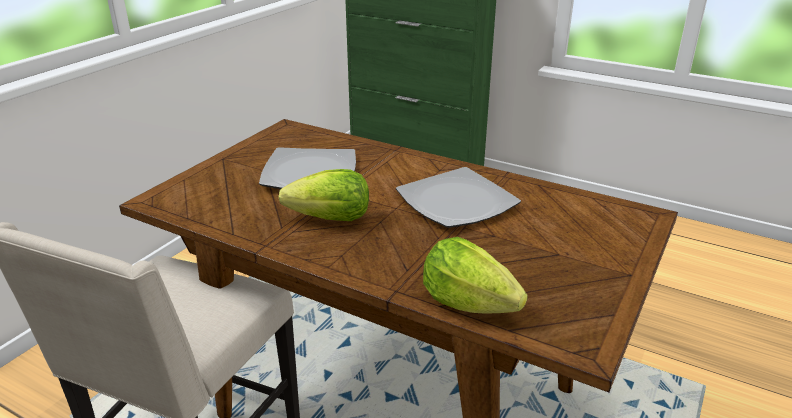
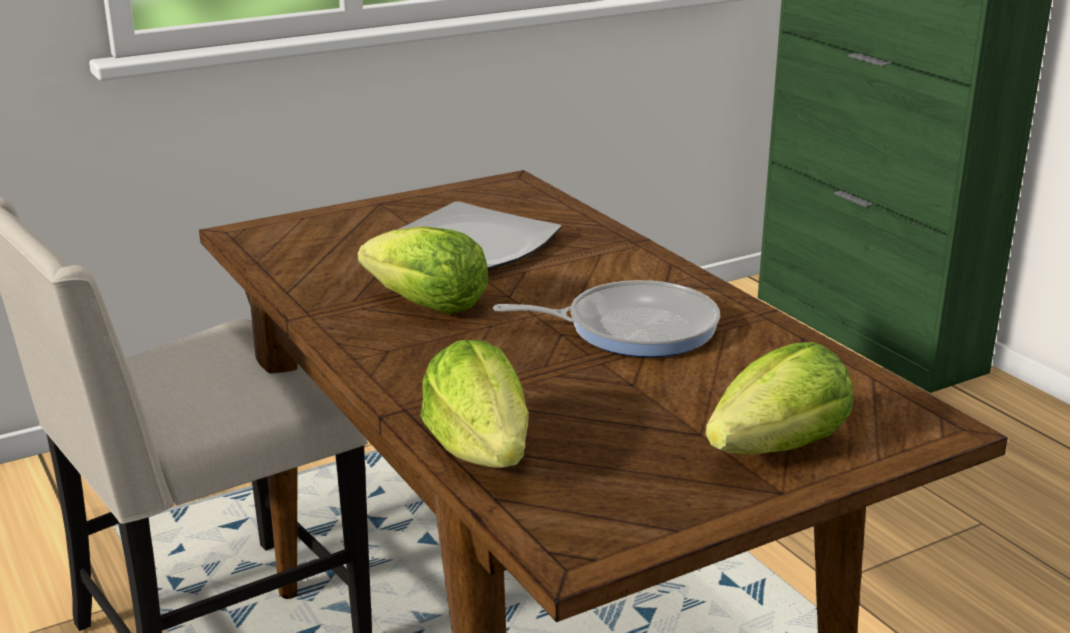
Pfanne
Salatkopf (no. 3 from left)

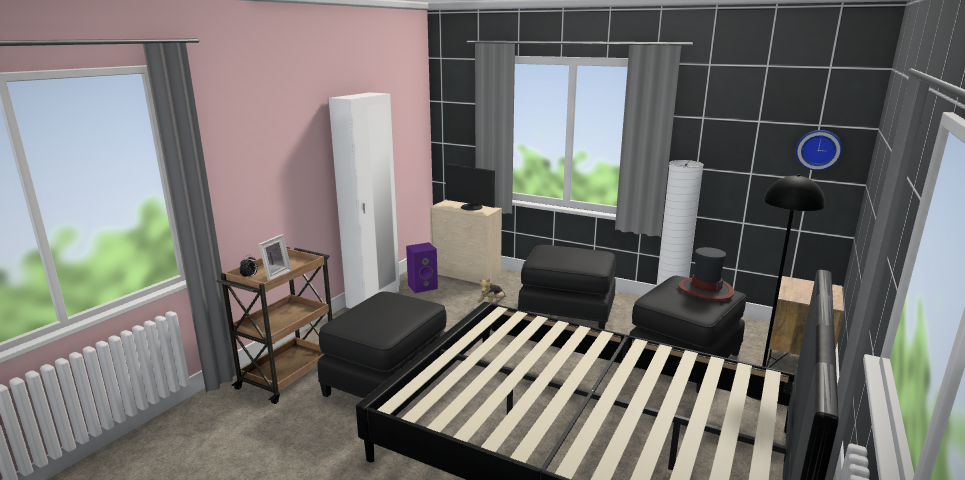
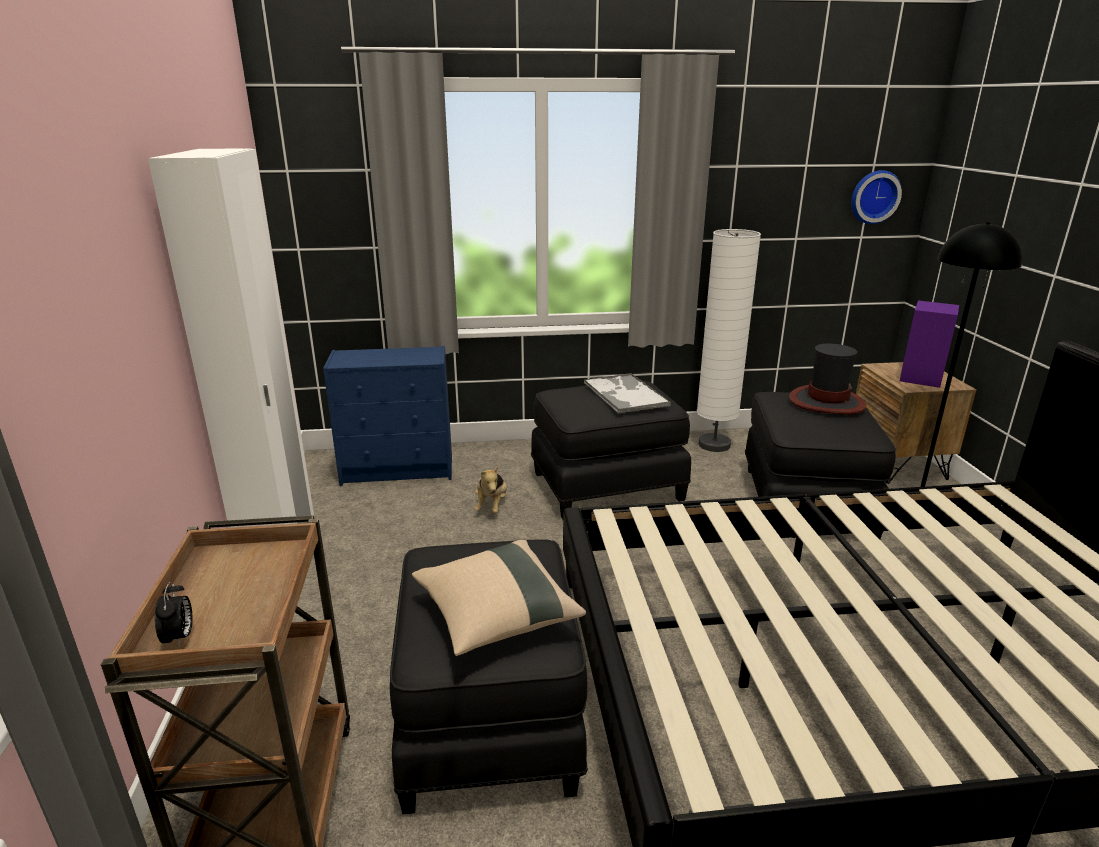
Kommode (blau)
Kissen (beige)
Tablett
Lautsprecher (lila)
Bilderrahmen
Monitor

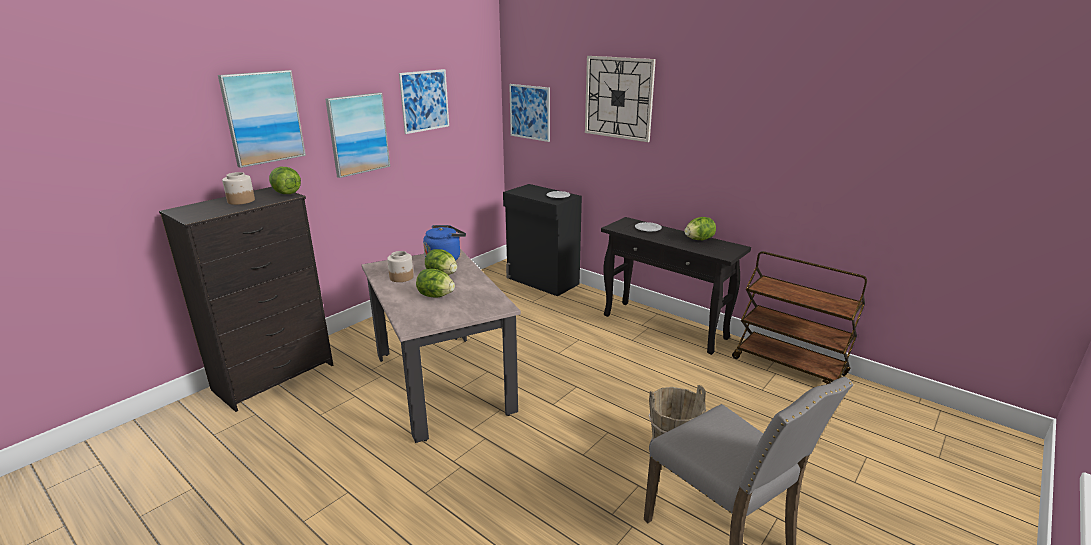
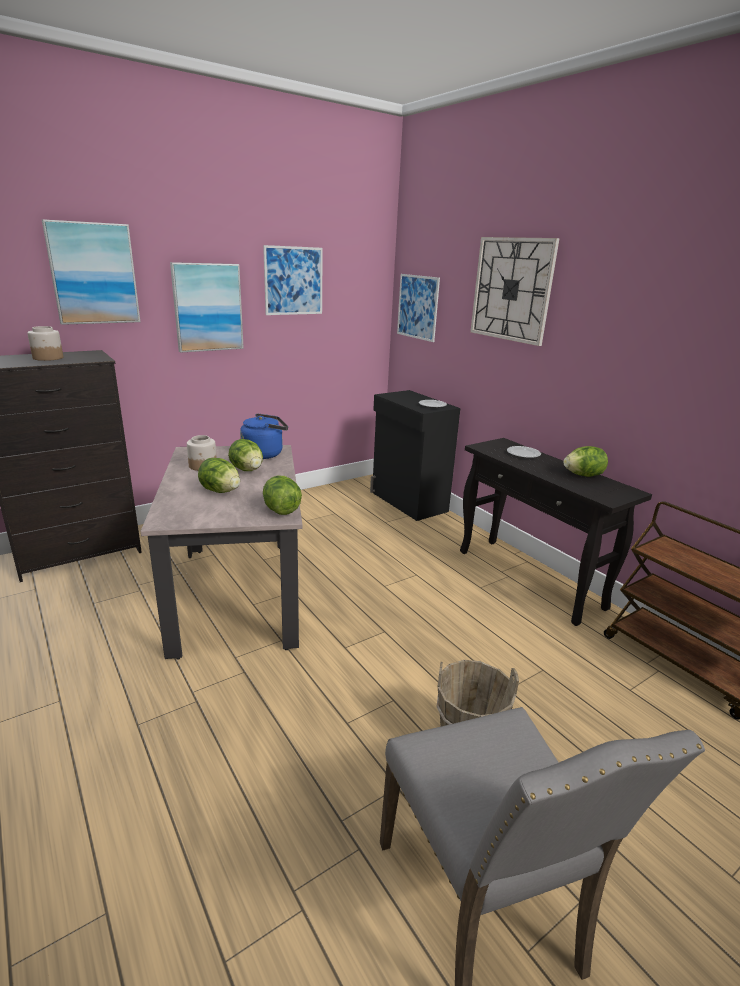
Salatkopf (no. 3 from left)

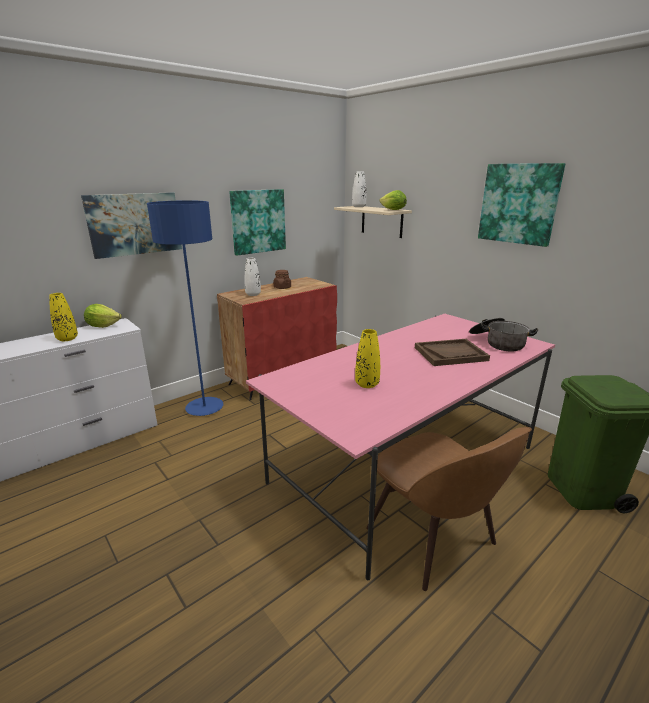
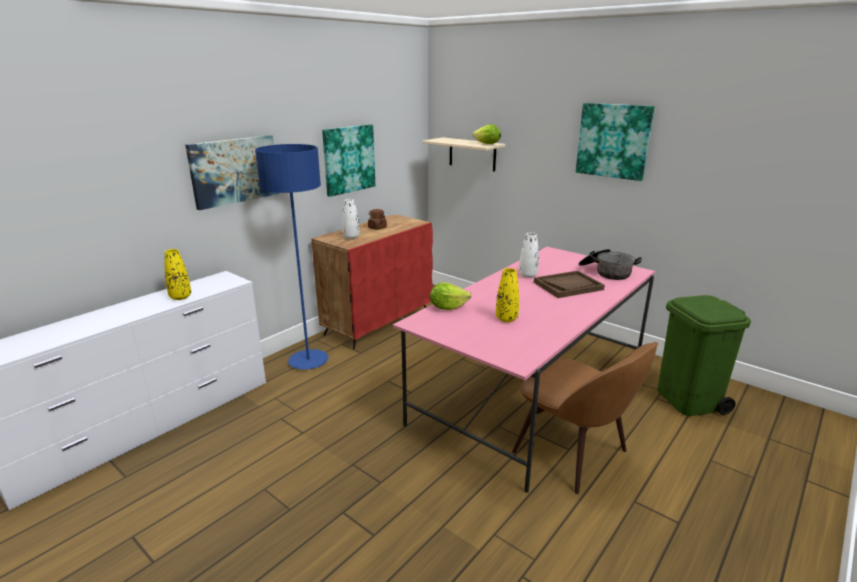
Salatkopf (no. 1 from left)
Vase (weiß) (no. 2 from left)

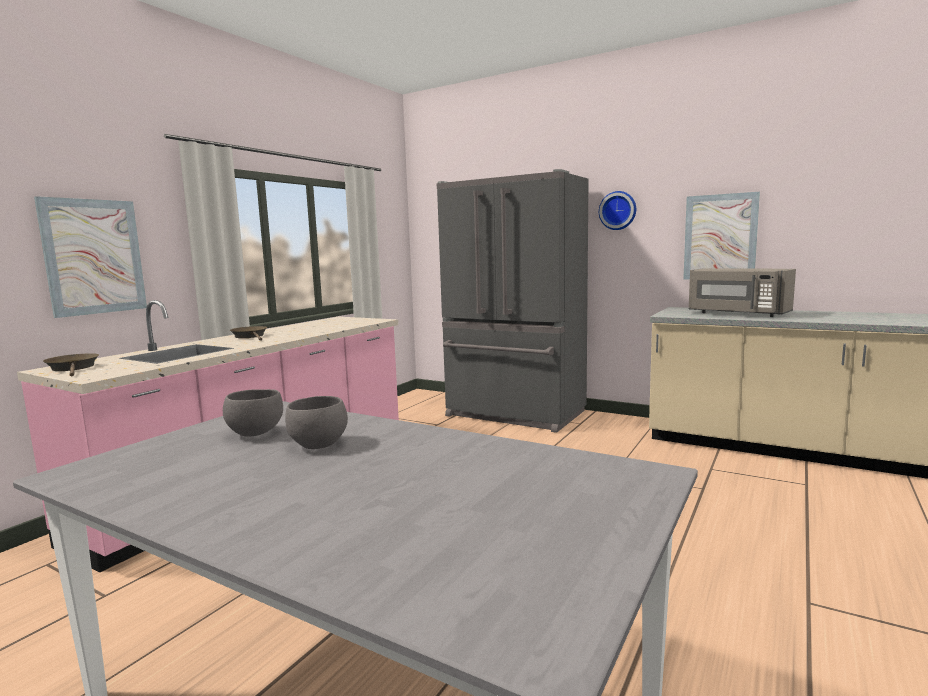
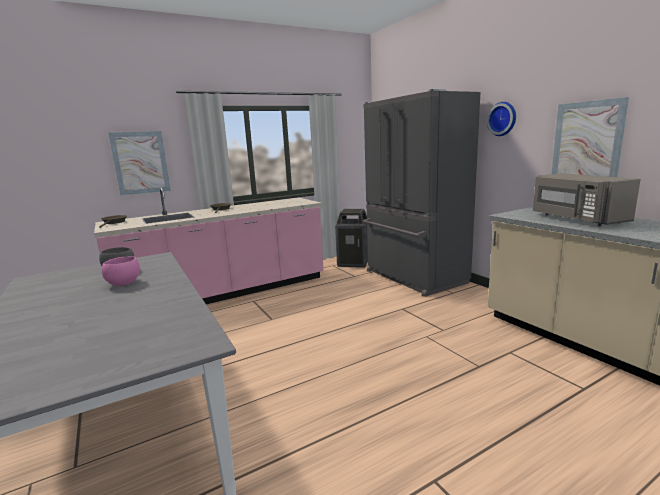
Schüssel (rosa)
Mülleimer

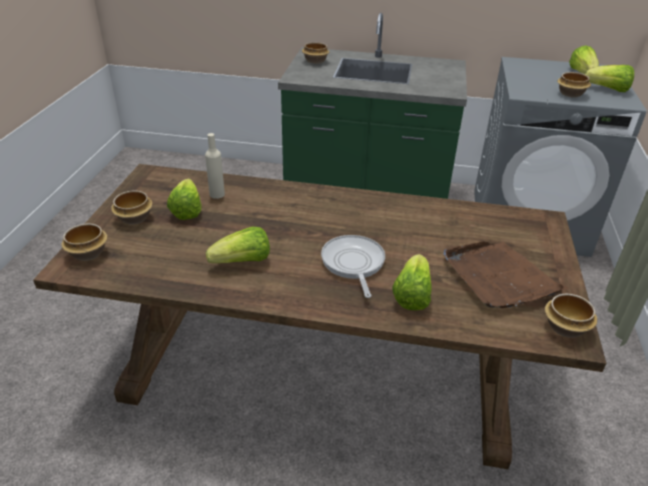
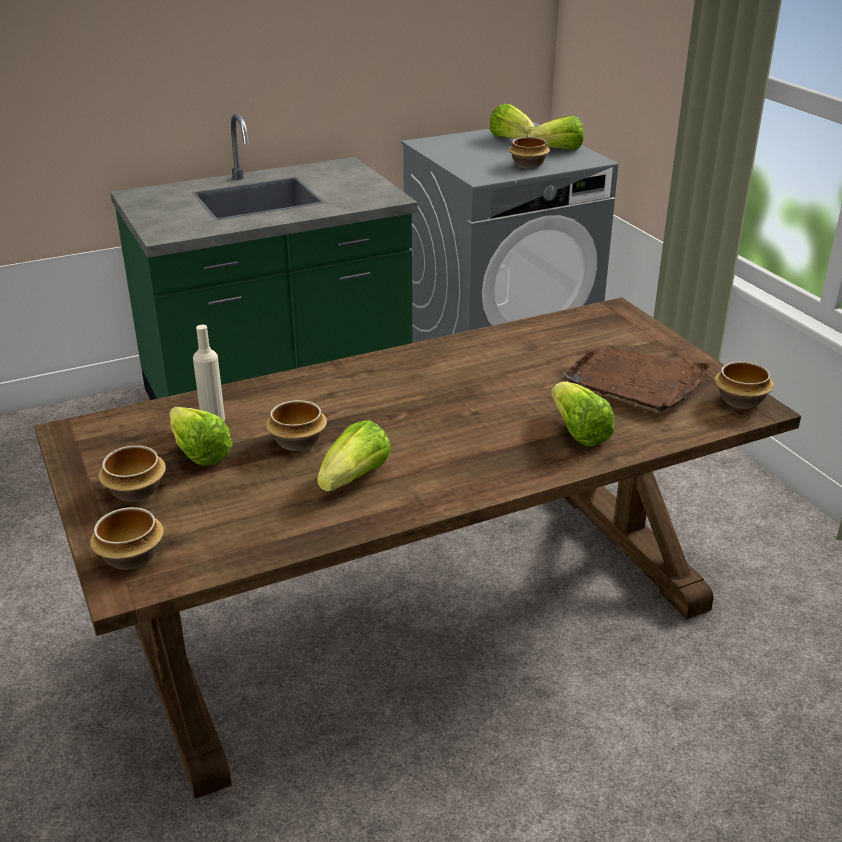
Schüssel (no. 3 from left)
Pfanne

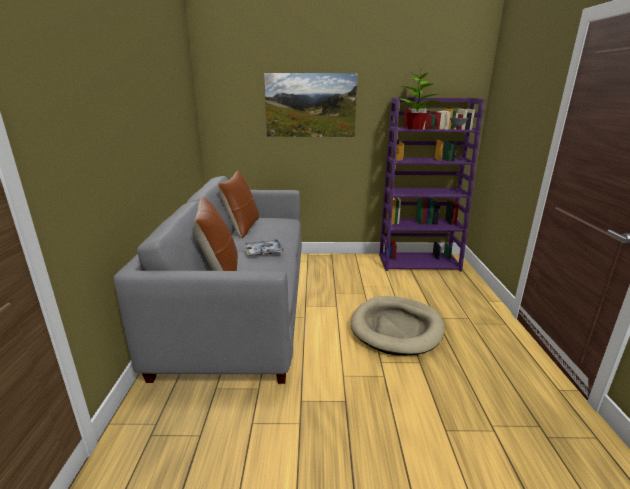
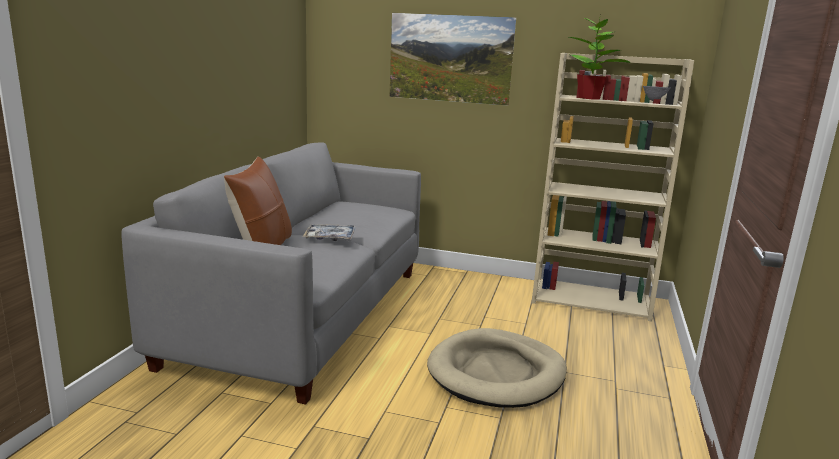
Bücherregal (beige)
Kissen (braun) (no. 2 from left in the first image)

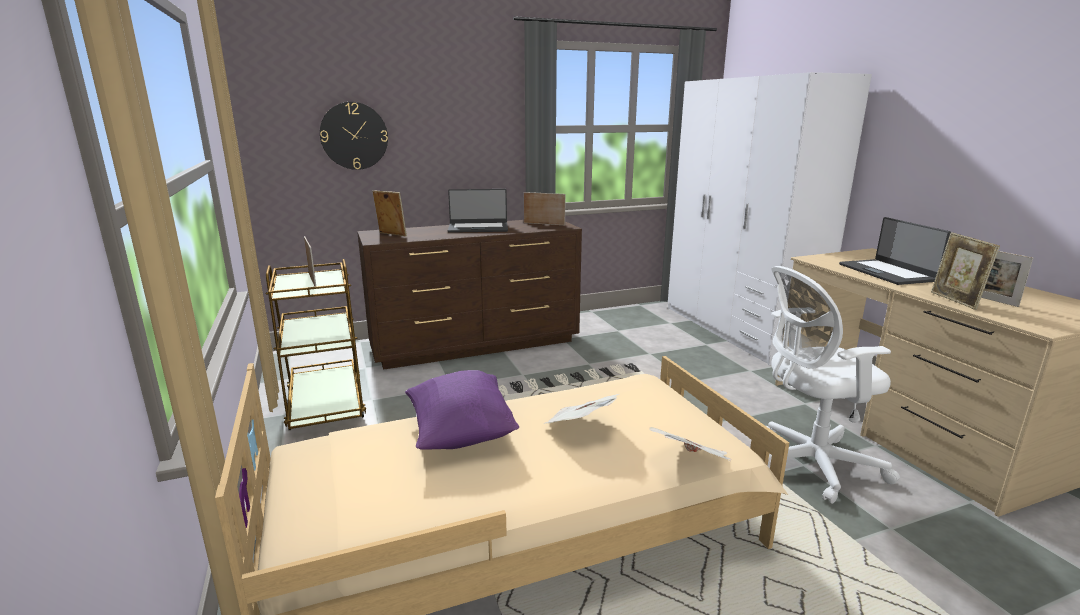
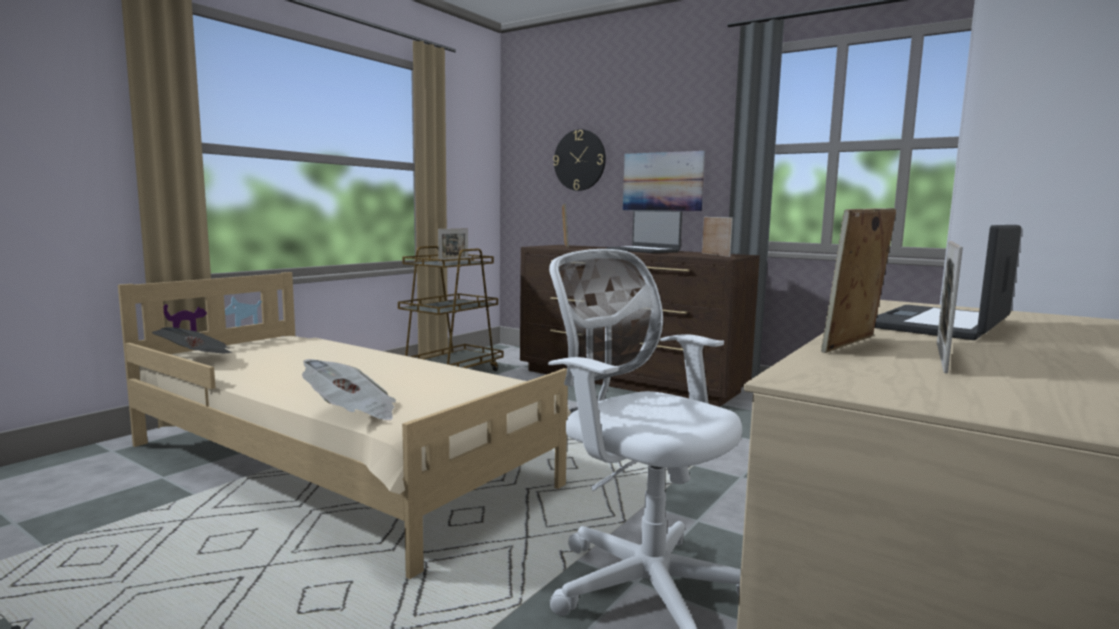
Zeitung (no. 1 from left)
Bild
Kissen (lila)

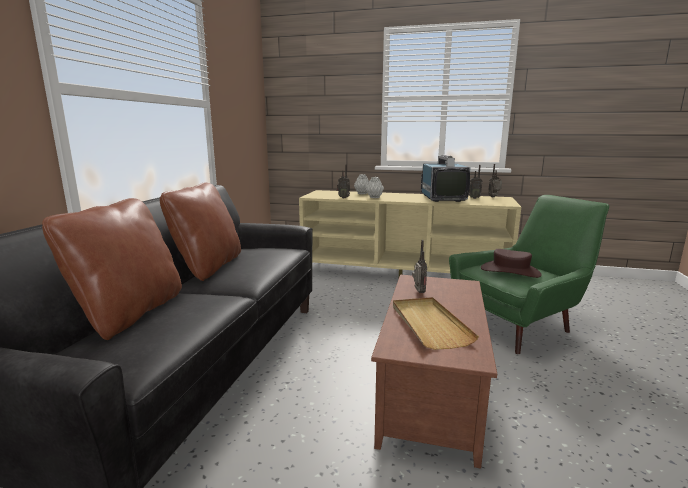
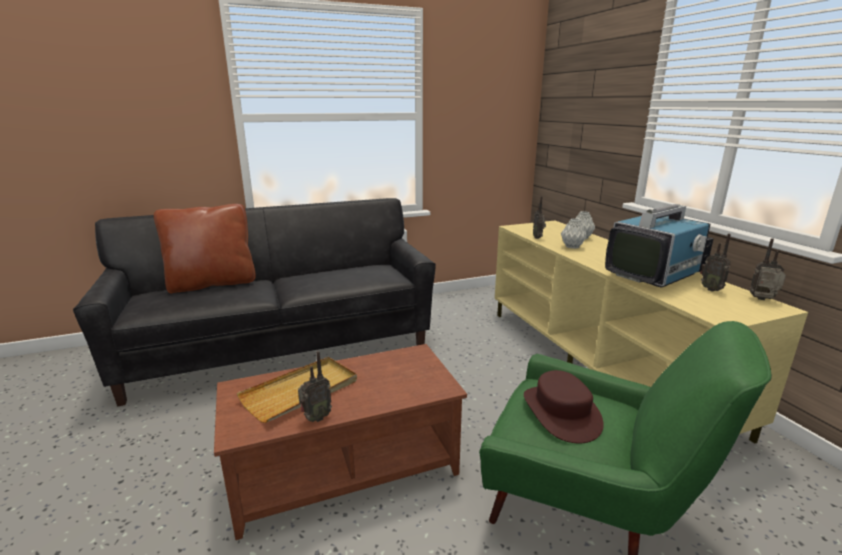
Radio (no. 1 from left)
Kissen (braun) (no. 2 from left in the first image)

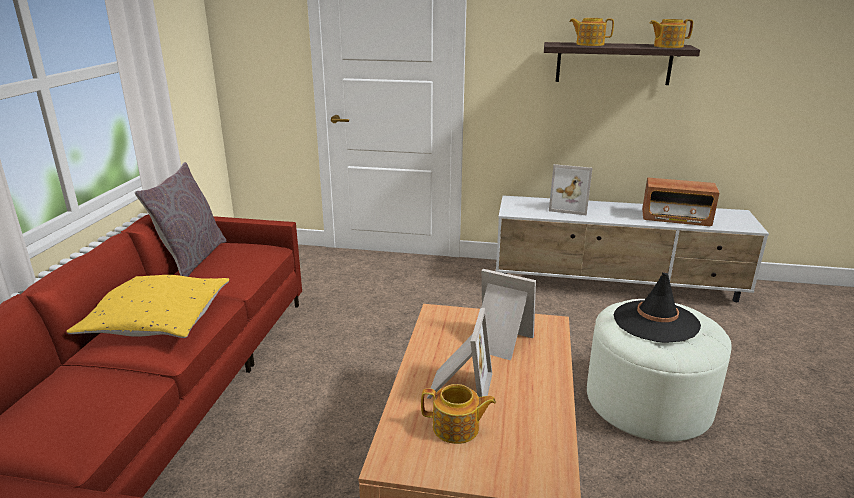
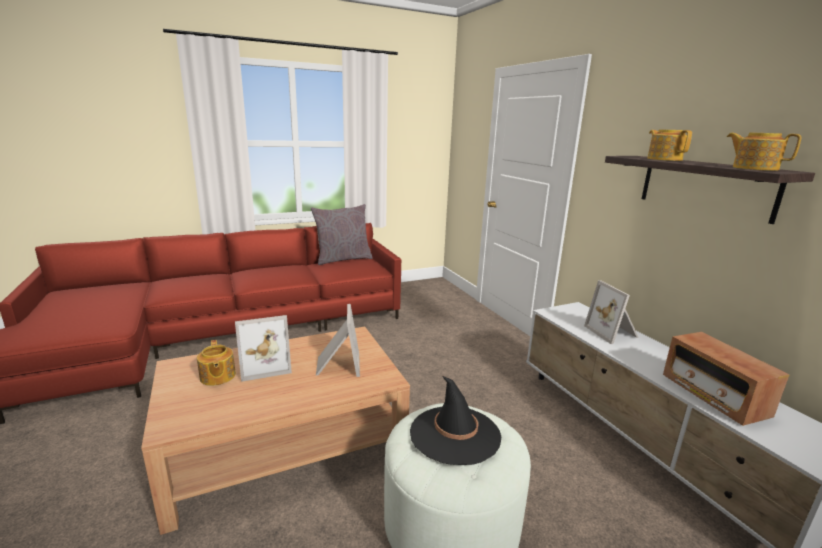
Kissen (gelb)

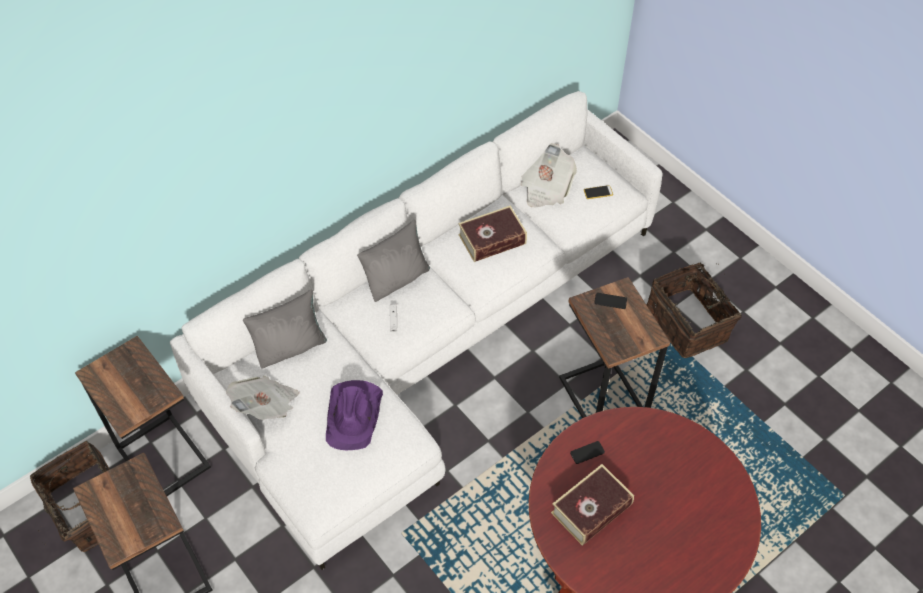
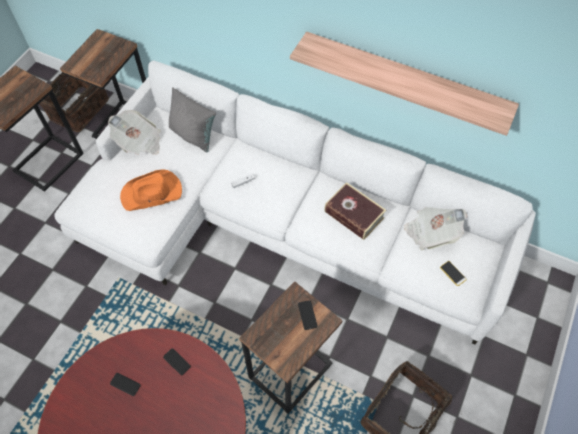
Handy (no. 1 from left)
Hut (orange)
Wandregal
Kissen (grau) (no. 2 from left in the first image)

